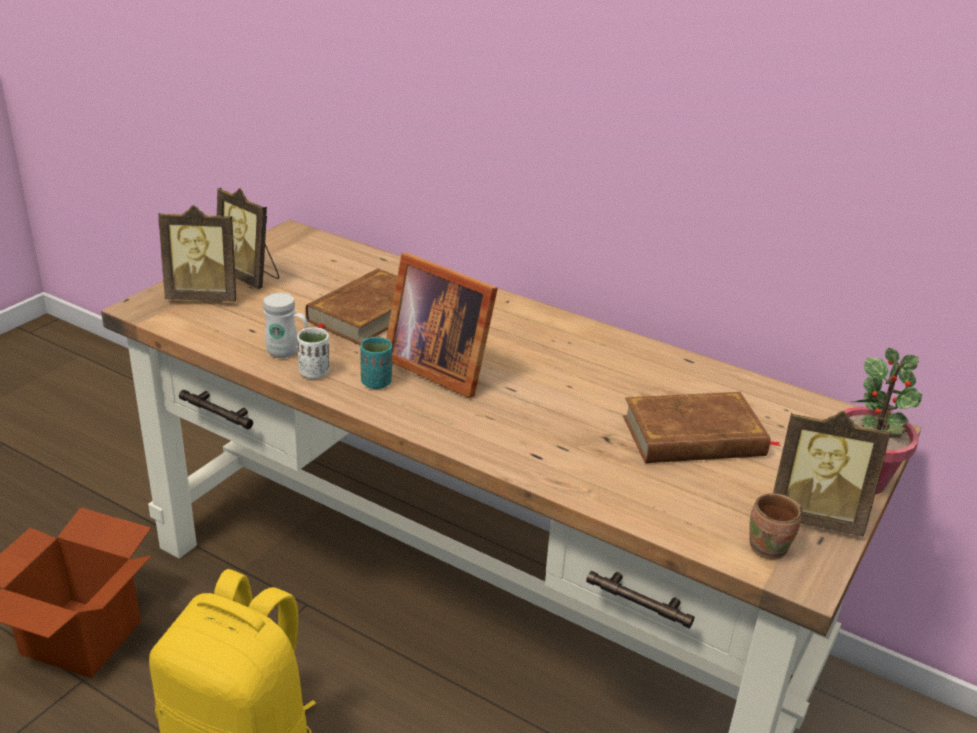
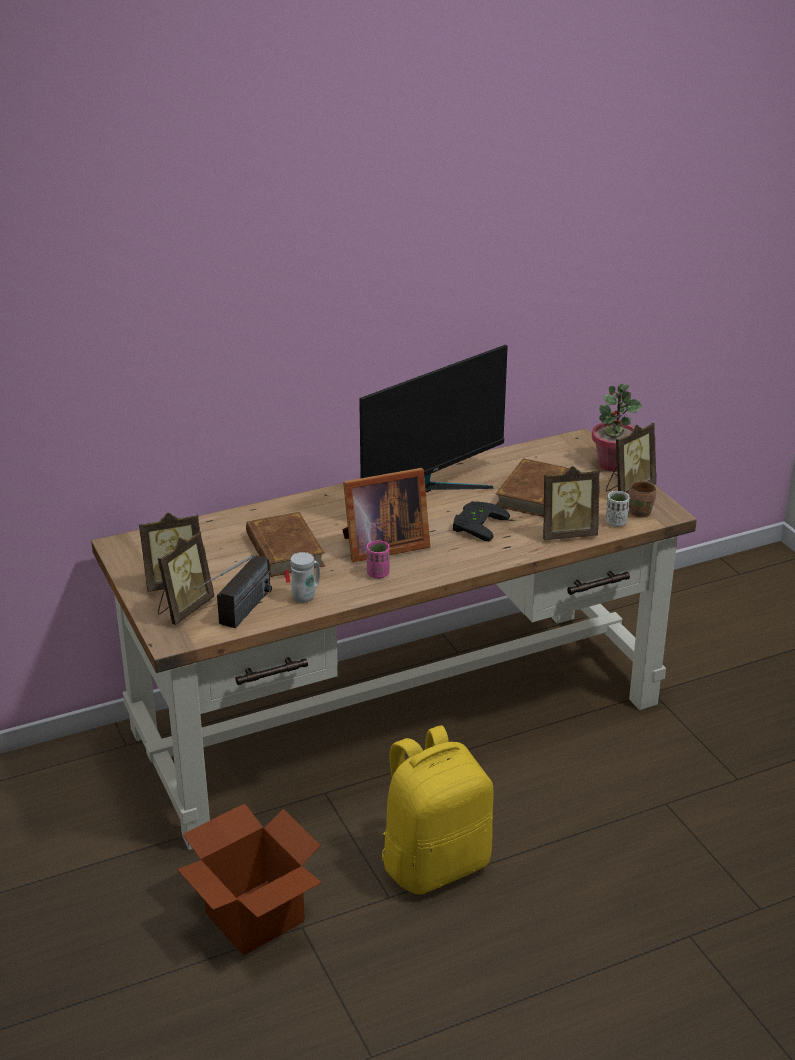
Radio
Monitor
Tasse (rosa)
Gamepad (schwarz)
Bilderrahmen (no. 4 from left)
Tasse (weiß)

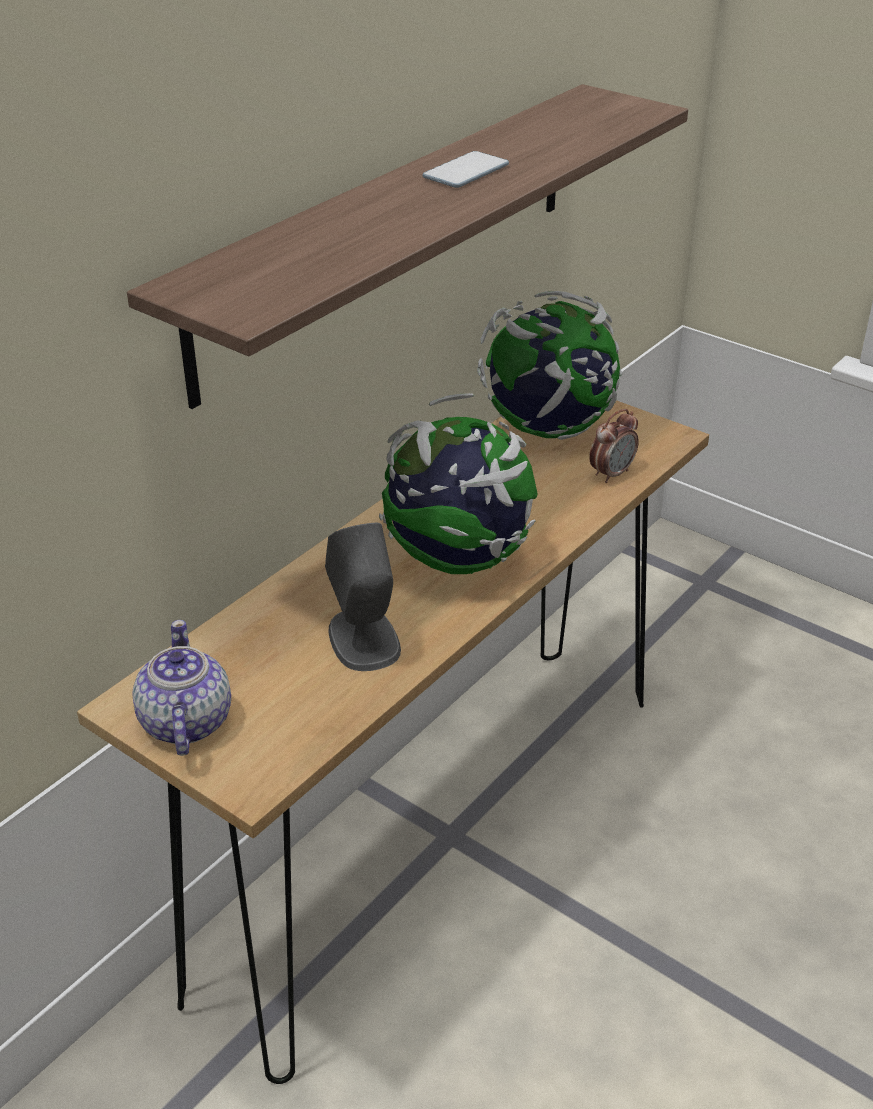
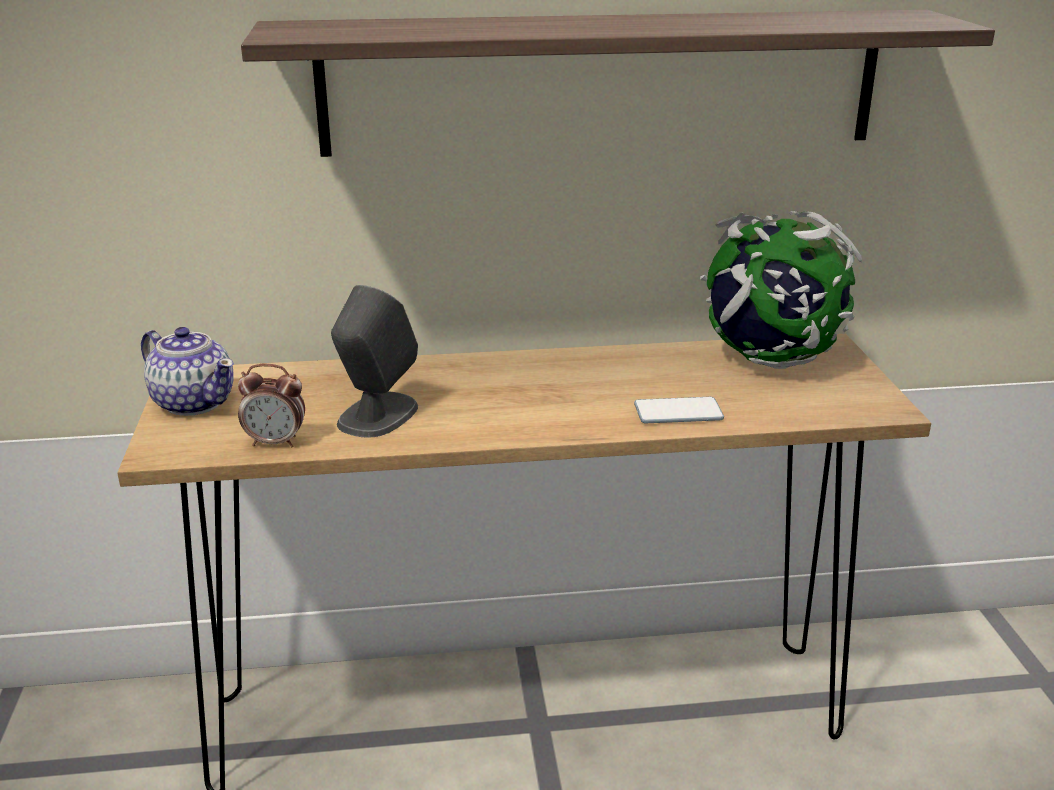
Teekanne
Wecker
Handy
Globus (no. 1 from left in the first image)

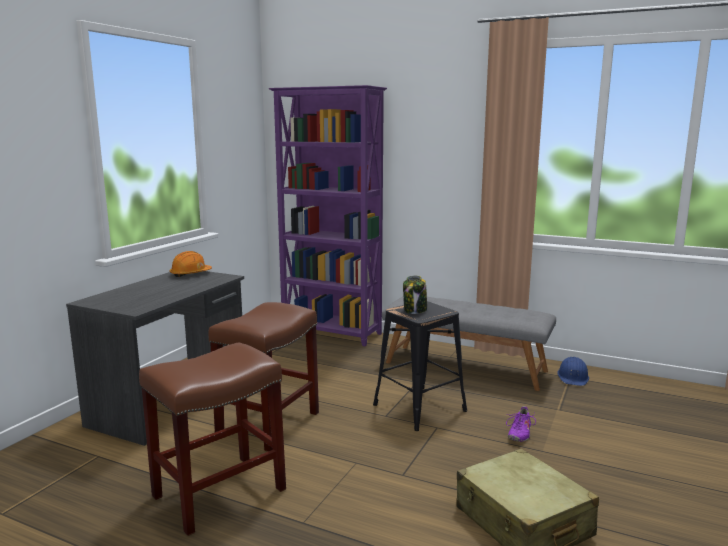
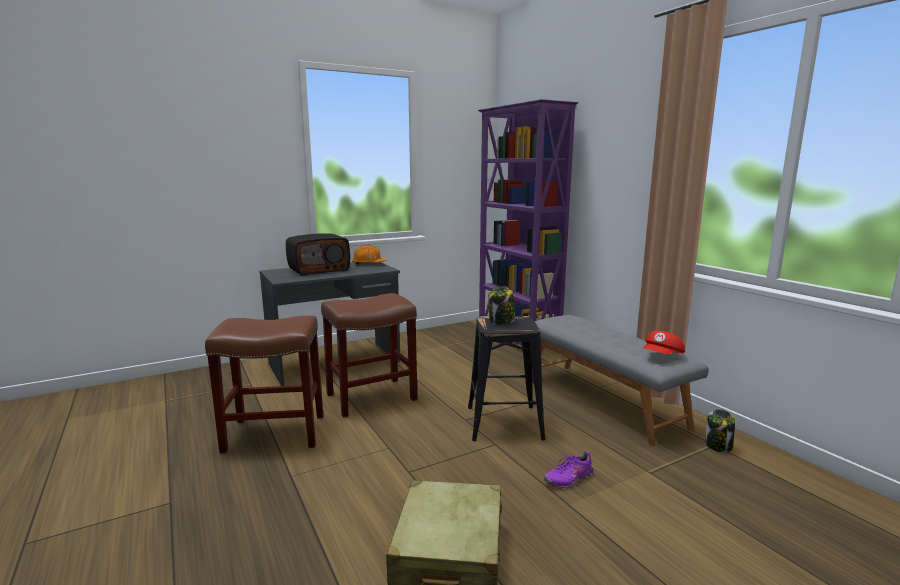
Radio
Kappe (rot)
Vorratsglas (no. 2 from left)

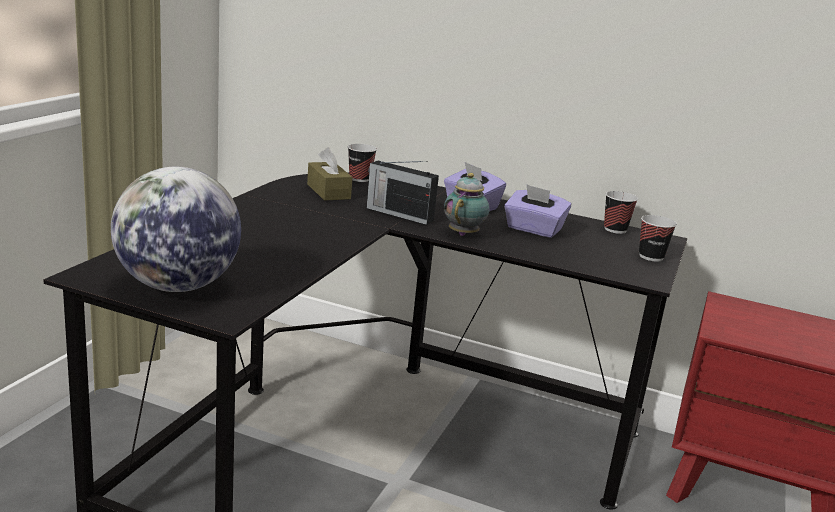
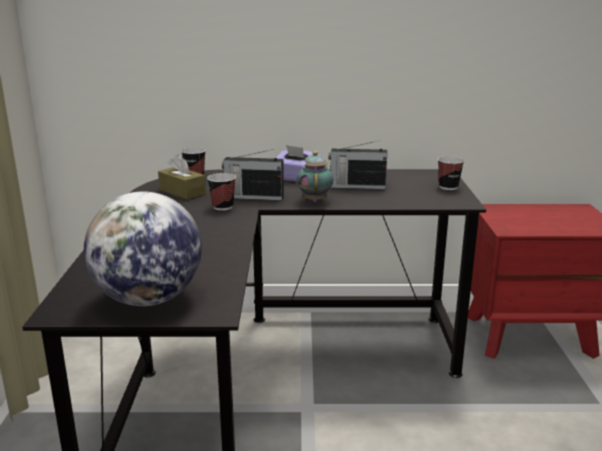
Tasse (no. 2 from left)
Radio (no. 2 from left)

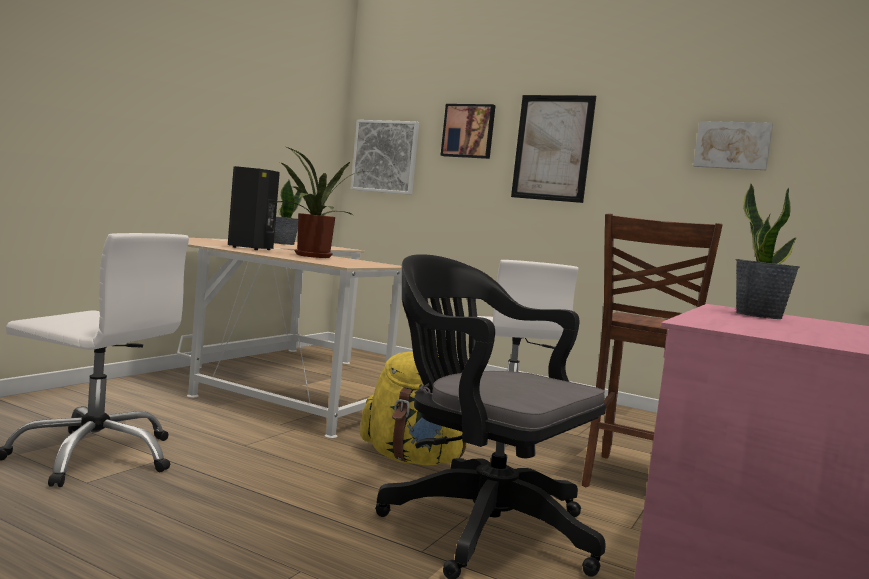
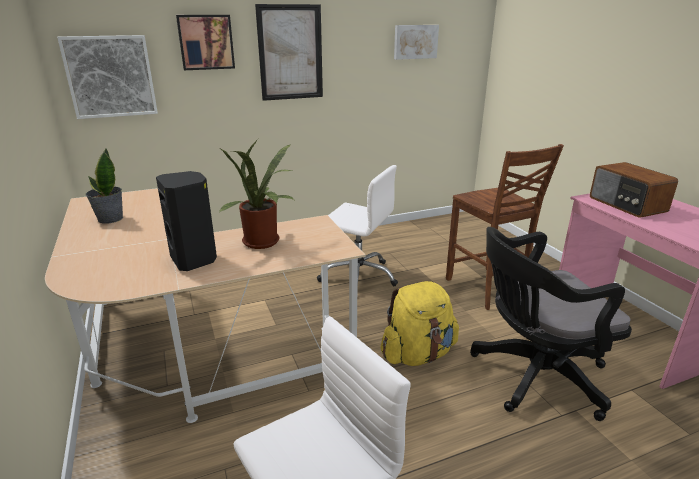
Radio

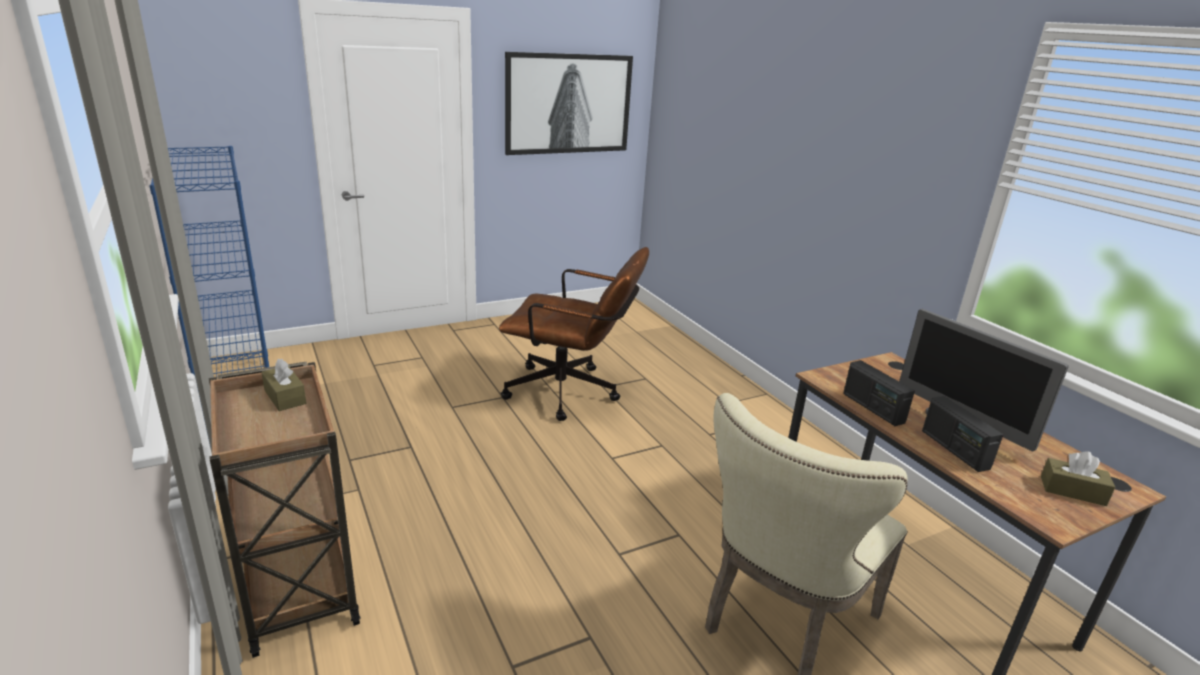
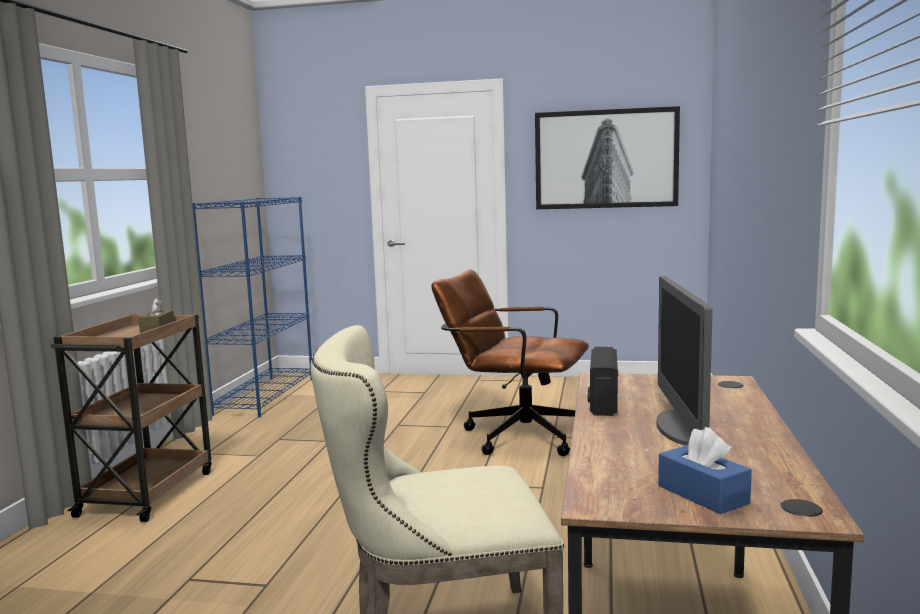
Bürostuhl (braun)
Taschentuchbox (blau)
Radio (no. 2 from left in the first image)

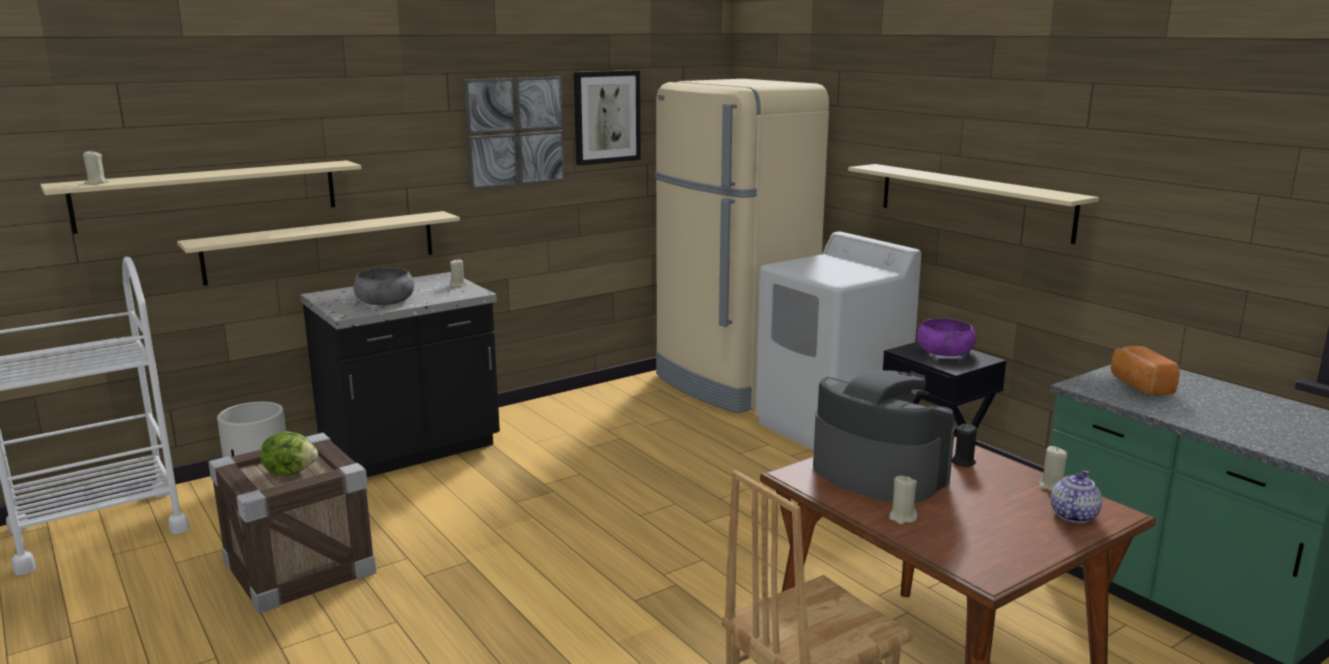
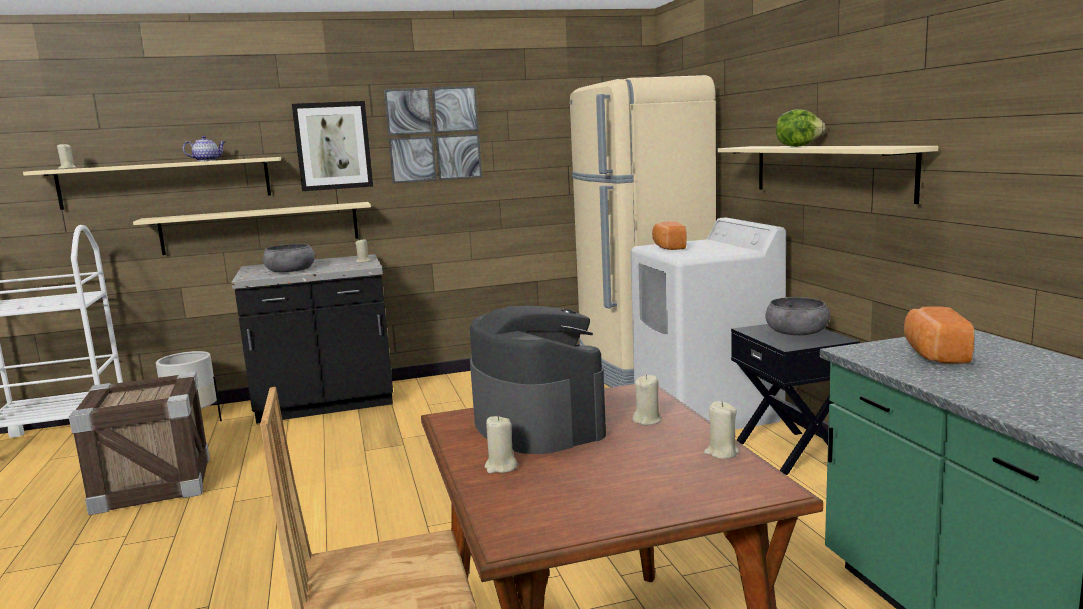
Teekanne
Bild (no. 1 from left)
Kerze (beige) (no. 4 from left)
Brot (no. 1 from left)
Schüssel (grau) (no. 2 from left)
Salatkopf

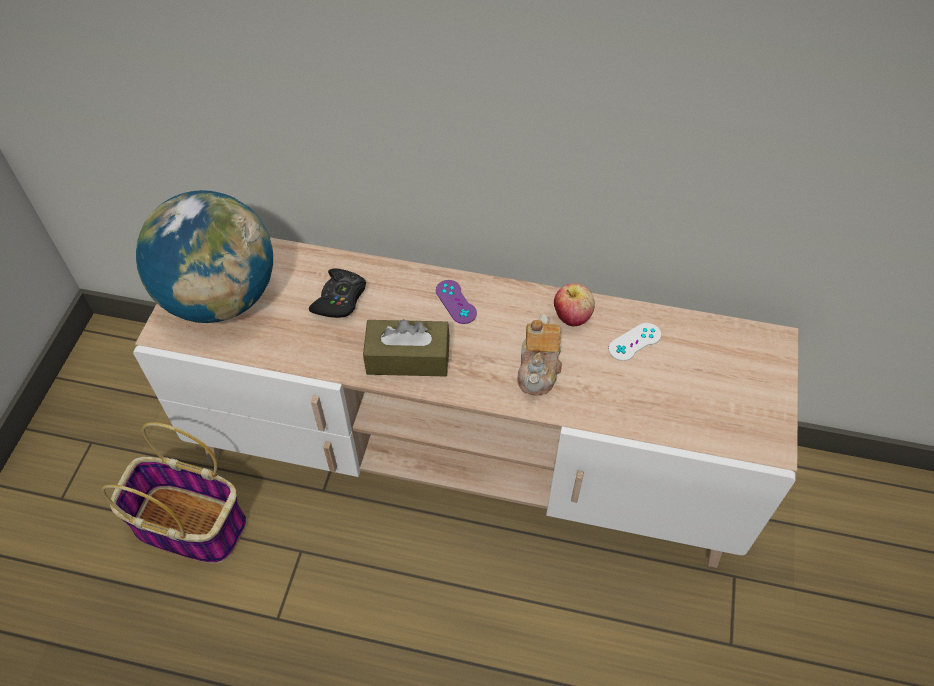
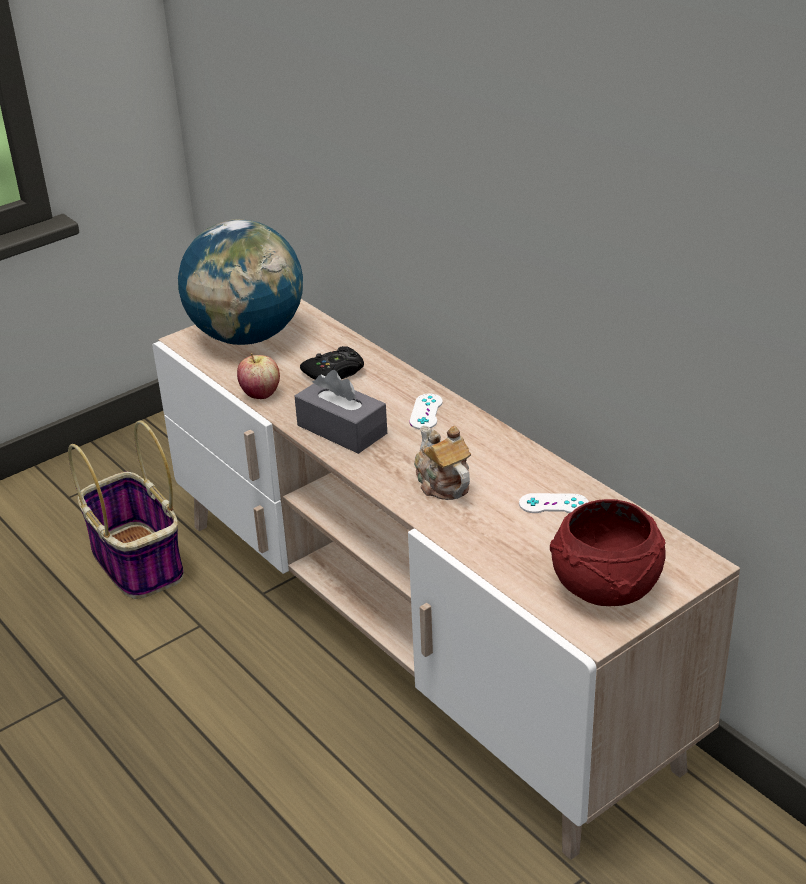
Apfel
Taschentuchbox (grau)
Gamepad (weiß) (no. 1 from left)
Teekanne
Schüssel (rot)

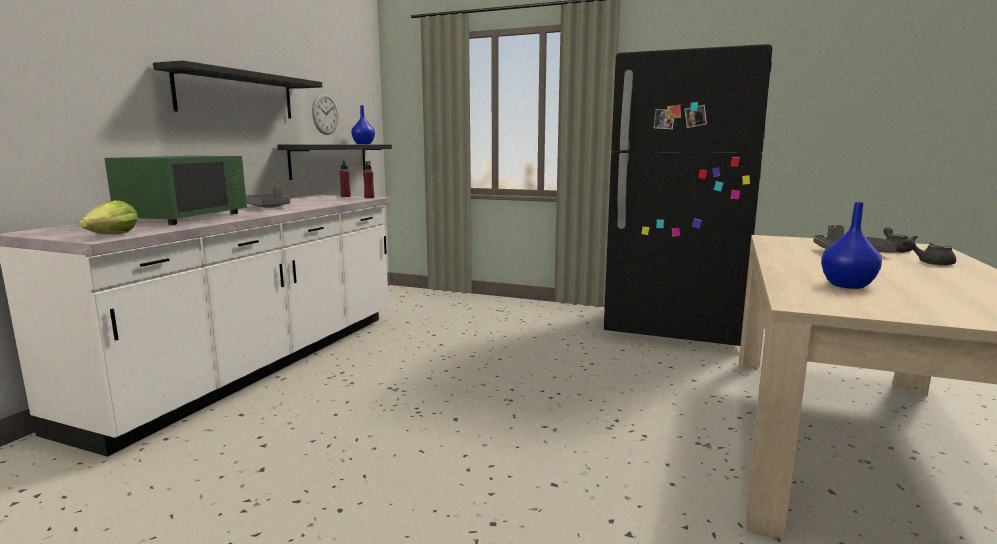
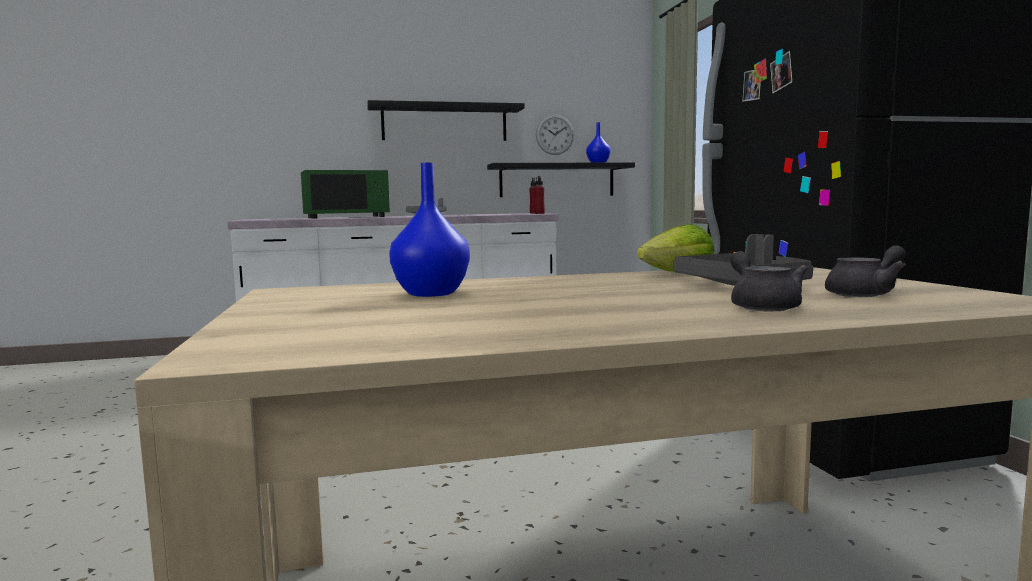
Salatkopf

